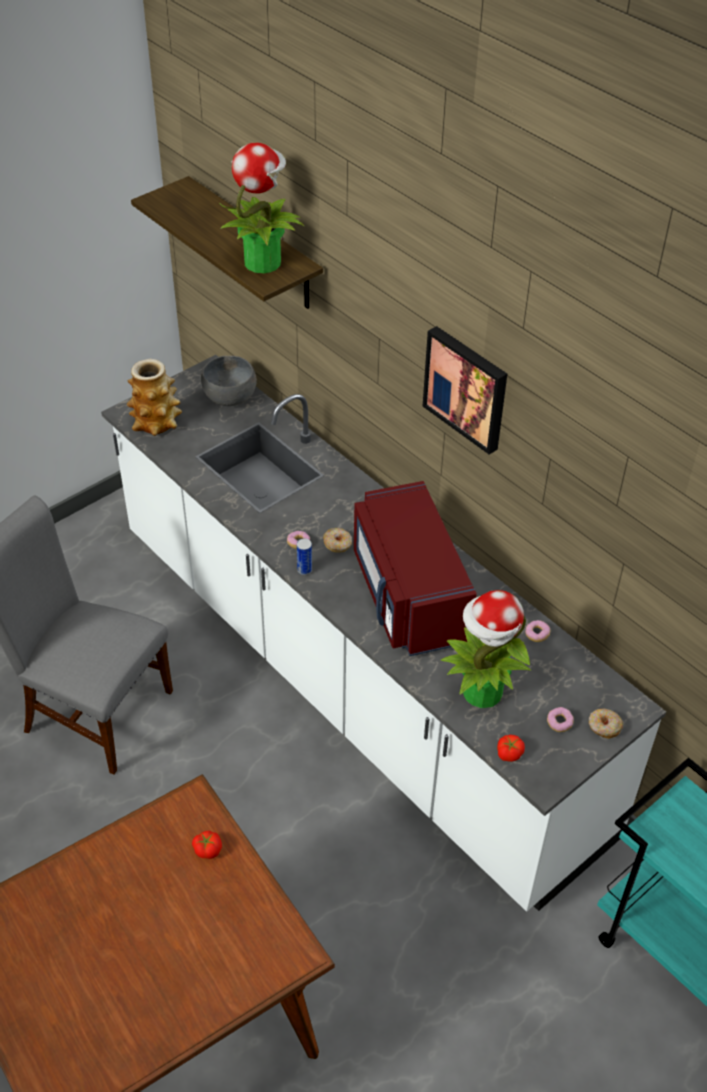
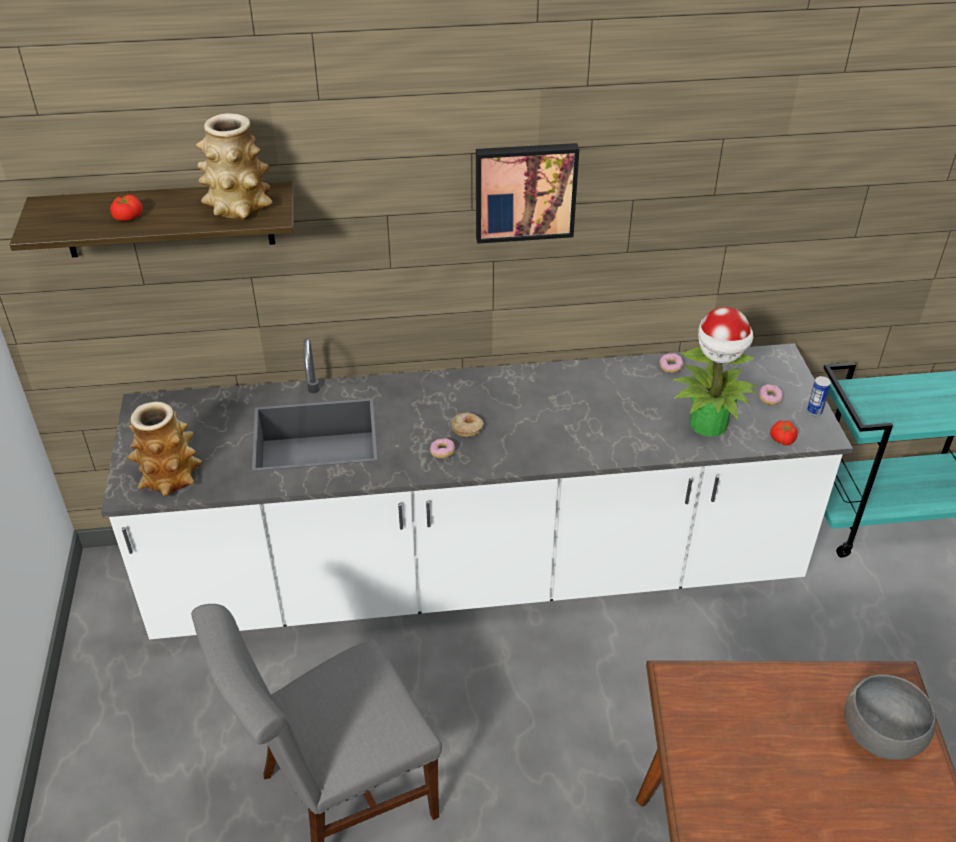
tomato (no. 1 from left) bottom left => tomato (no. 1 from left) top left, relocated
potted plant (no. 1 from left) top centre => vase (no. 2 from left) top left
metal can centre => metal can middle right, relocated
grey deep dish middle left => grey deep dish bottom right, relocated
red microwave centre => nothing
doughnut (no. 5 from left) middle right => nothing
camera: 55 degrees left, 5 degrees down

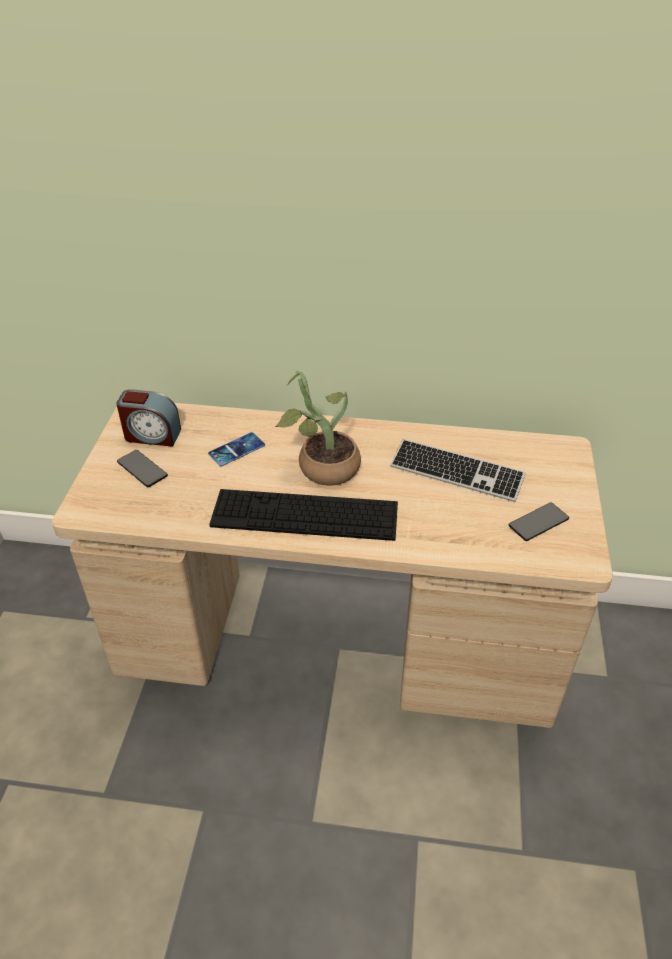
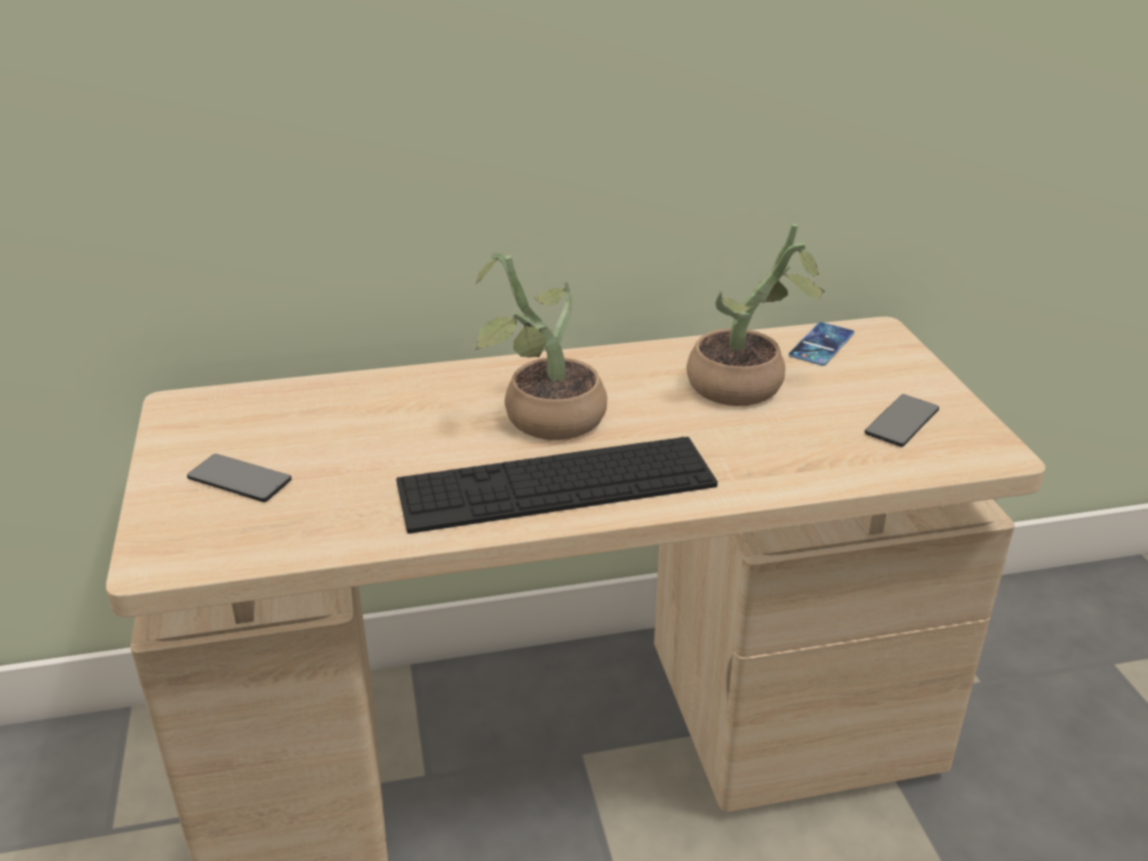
computer keyboard (no. 2 from left) middle right => potted plant (no. 2 from left) centre
phone (no. 2 from left) centre => phone (no. 2 from left) middle right, relocated
table clock middle left => nothing
camera: 20 degrees left, 10 degrees down

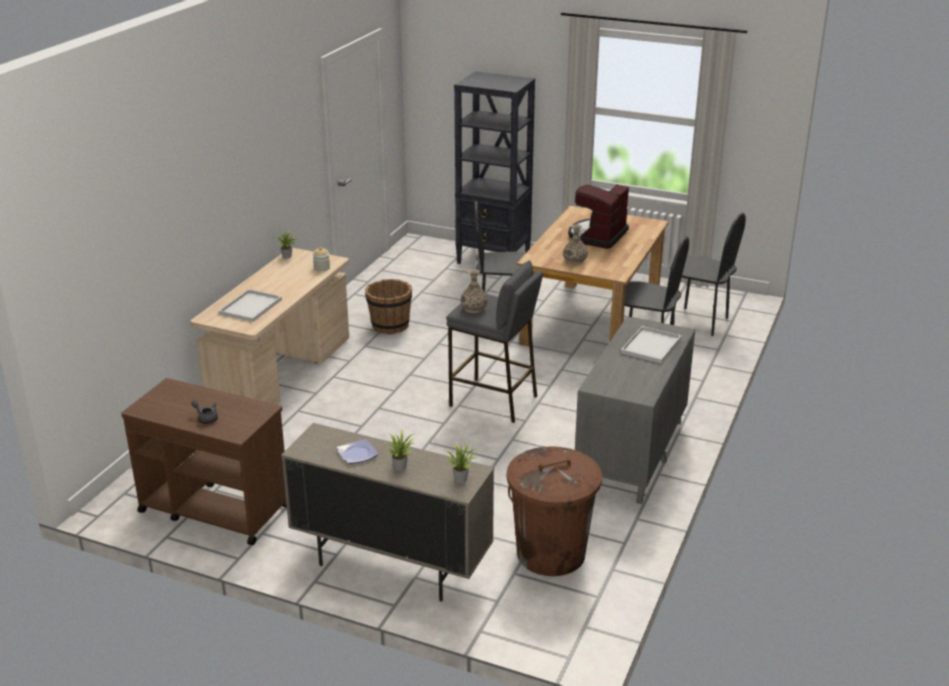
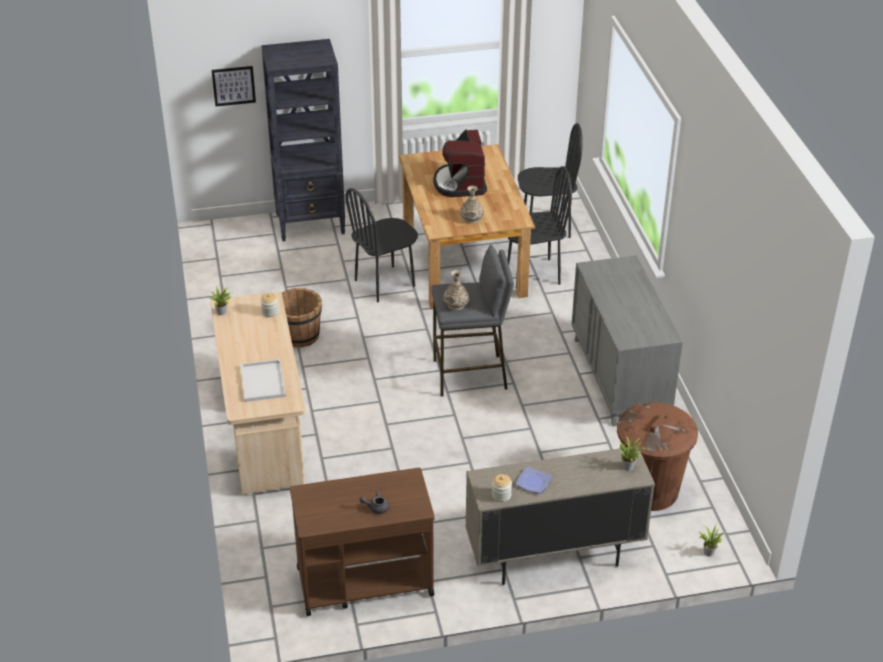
nothing => picture top left
nothing => jar (no. 2 from left) bottom centre
potted plant (no. 2 from left in the first image) centre => potted plant (no. 3 from left) bottom right, relocated
white-coloured carrying tray (no. 2 from left) middle right => nothing
camera: 35 degrees left, 10 degrees up

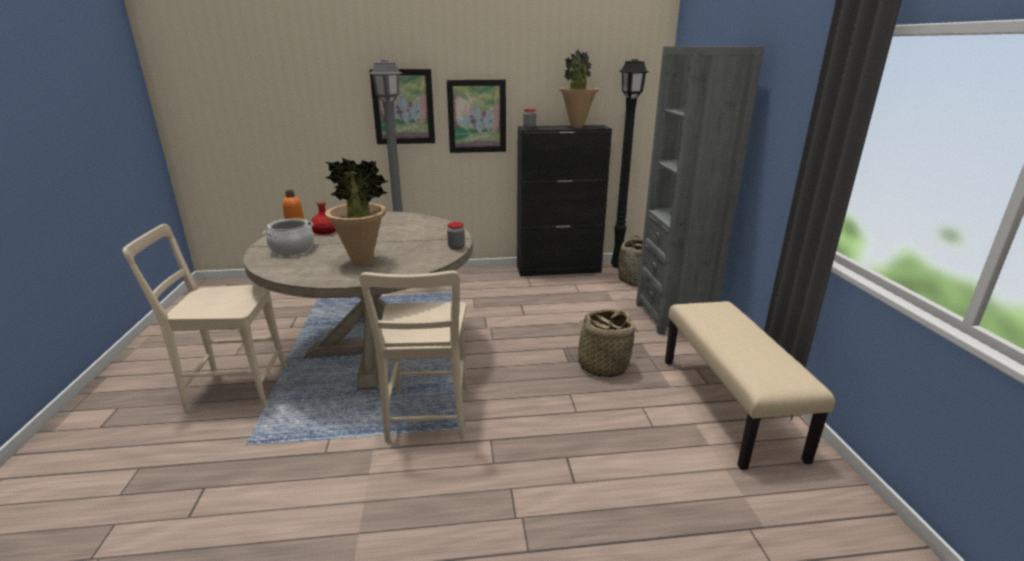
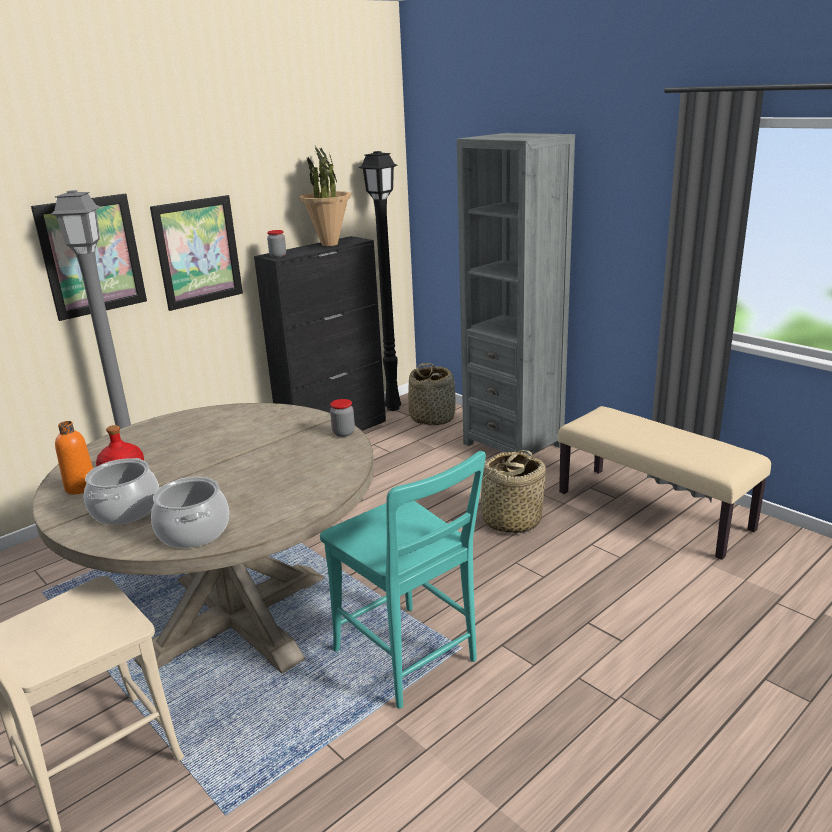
nothing => stockpot (no. 2 from left) middle left
sand-coloured plain chair (no. 2 from left) centre => turquoise-coloured plain chair bottom centre
potted plant (no. 1 from left) centre => nothing
camera: 35 degrees left, 0 degrees up

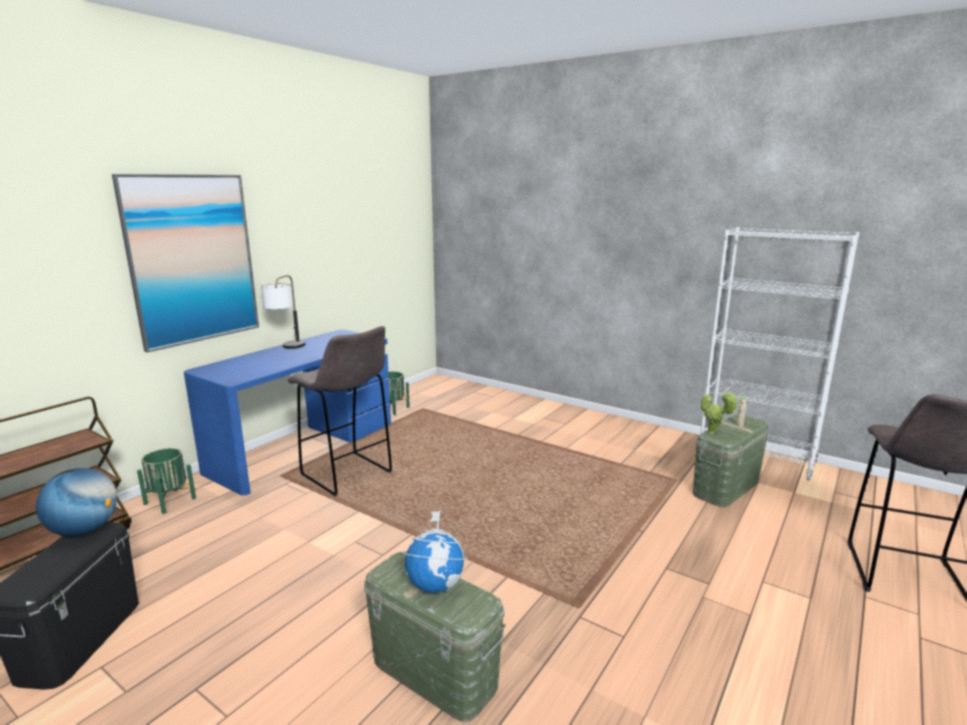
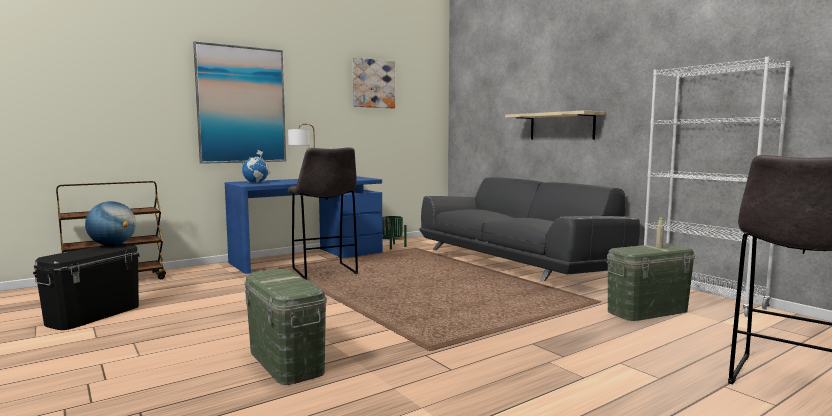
globe (no. 2 from left) bottom centre => globe (no. 2 from left) middle left, relocated
nothing => picture (no. 2 from left) top centre
nothing => grey sofa centre
nothing => sand-coloured bracket shelf top right
green plant pot (no. 1 from left) middle left => nothing
potted plant middle right => nothing
camera: 20 degrees right, 10 degrees down

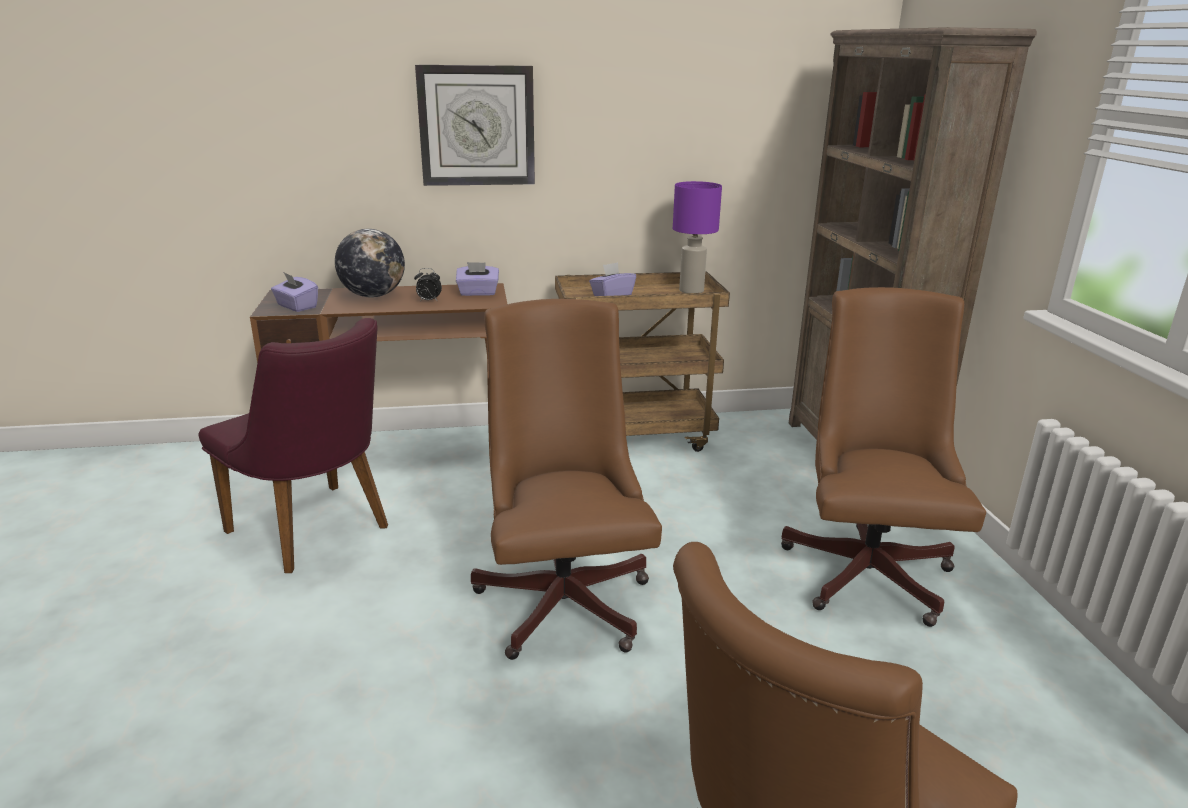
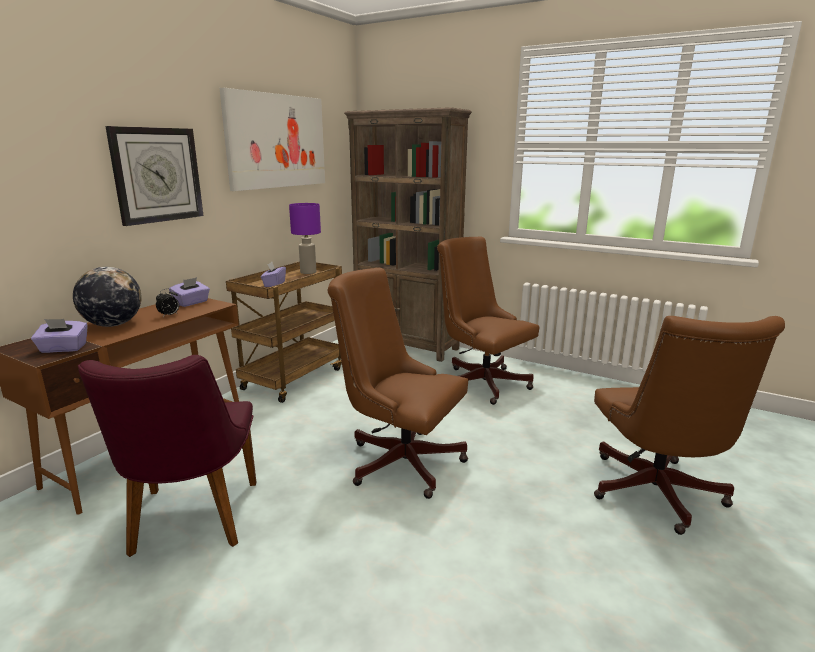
purple-coloured plain chair middle left => purple-coloured plain chair bottom left, 90 degrees clockwise
nothing => picture top centre
camera: 50 degrees left, 5 degrees down

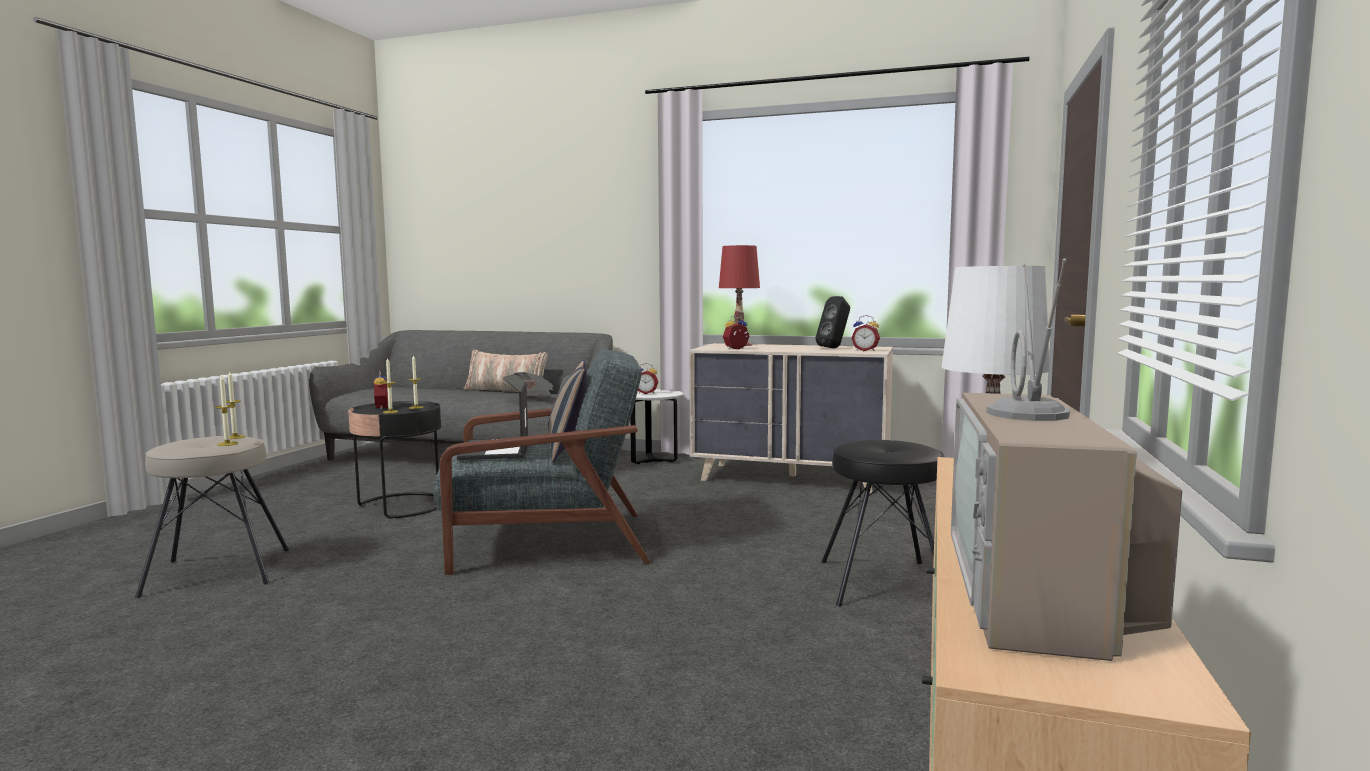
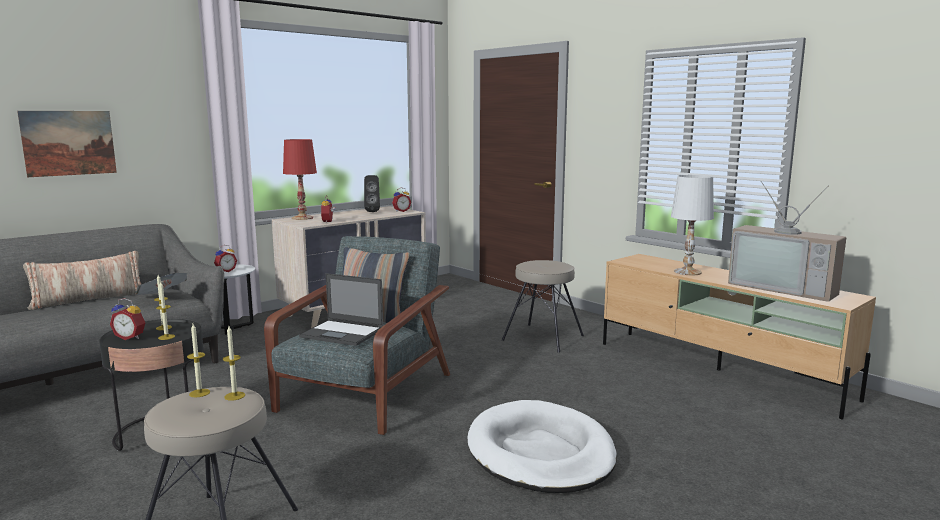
nothing => picture top left
nothing => white-coloured dog cushion bottom centre
black-coloured stool seat bottom centre => sand-coloured stool seat (no. 2 from left) centre
camera: 60 degrees left, 5 degrees up

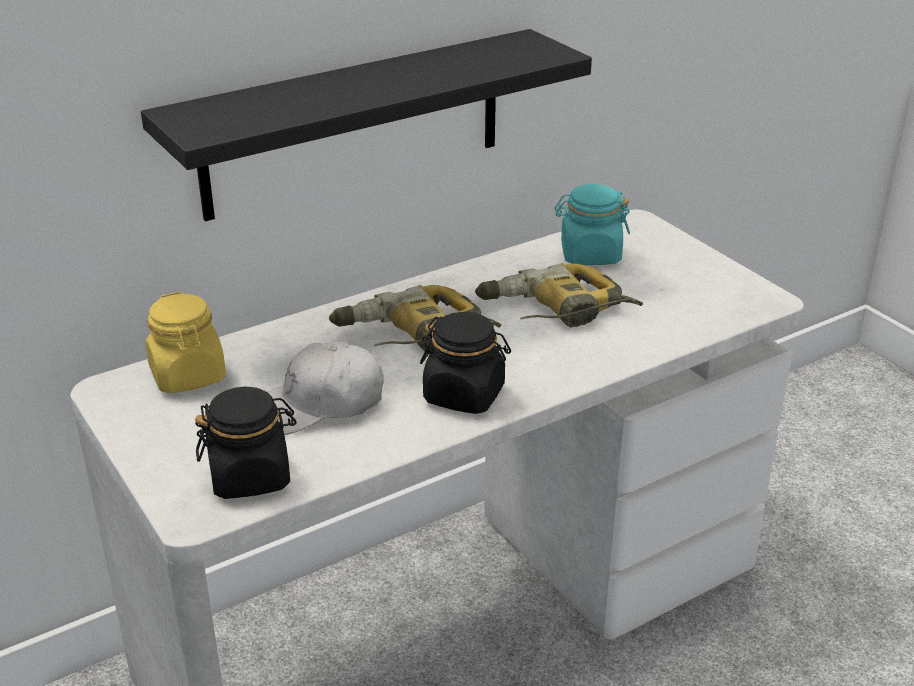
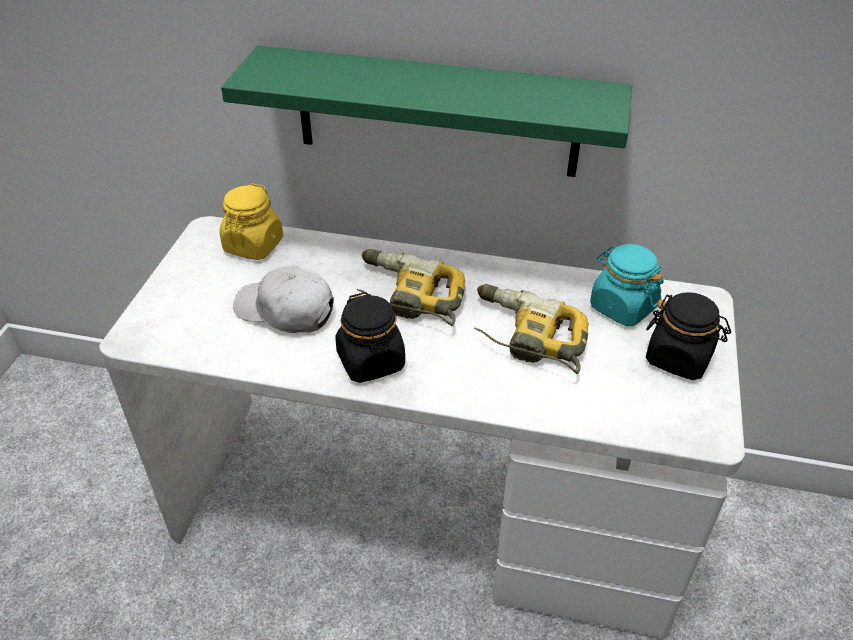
black-coloured bracket shelf top centre => green bracket shelf top centre
black-coloured jar (no. 1 from left in the first image) middle left => black-coloured jar (no. 2 from left) middle right, relocated
camera: 45 degrees right, 10 degrees up

